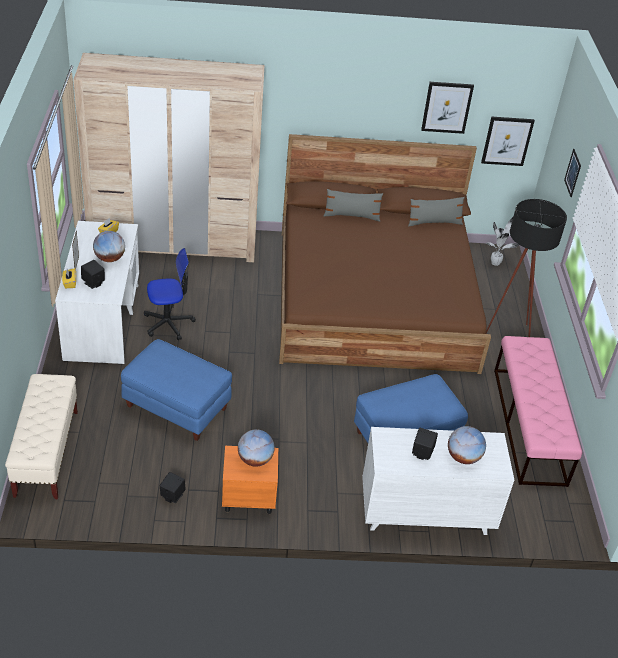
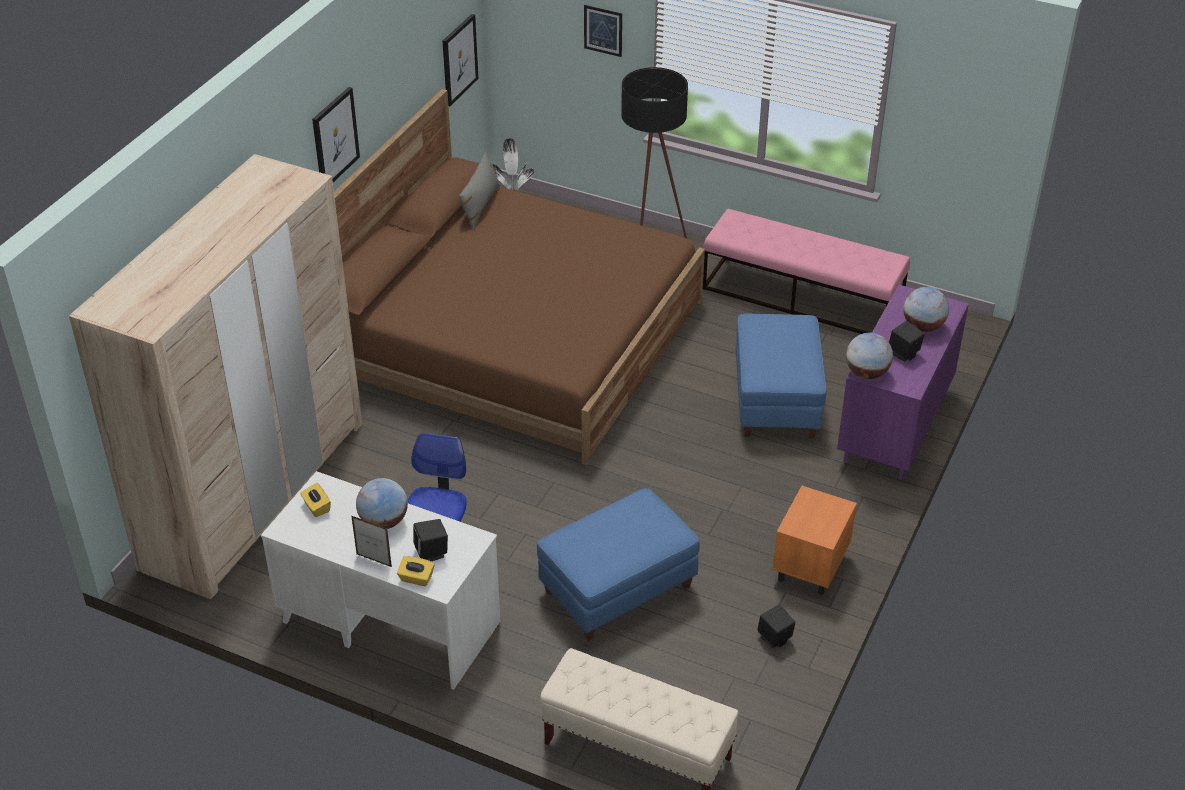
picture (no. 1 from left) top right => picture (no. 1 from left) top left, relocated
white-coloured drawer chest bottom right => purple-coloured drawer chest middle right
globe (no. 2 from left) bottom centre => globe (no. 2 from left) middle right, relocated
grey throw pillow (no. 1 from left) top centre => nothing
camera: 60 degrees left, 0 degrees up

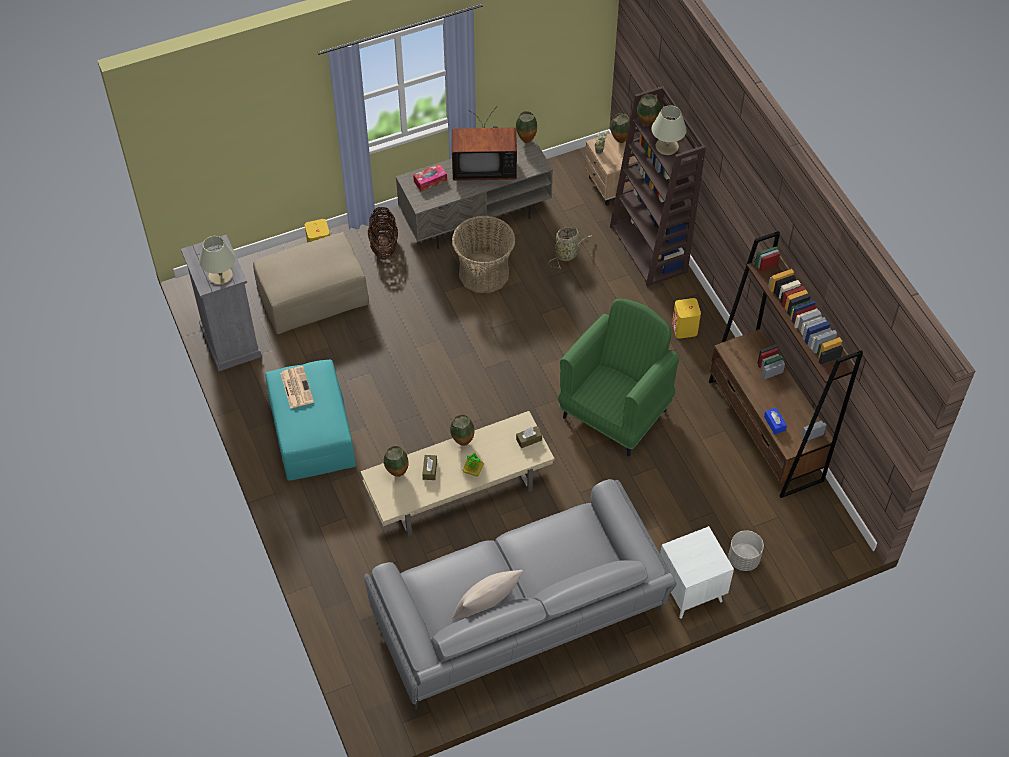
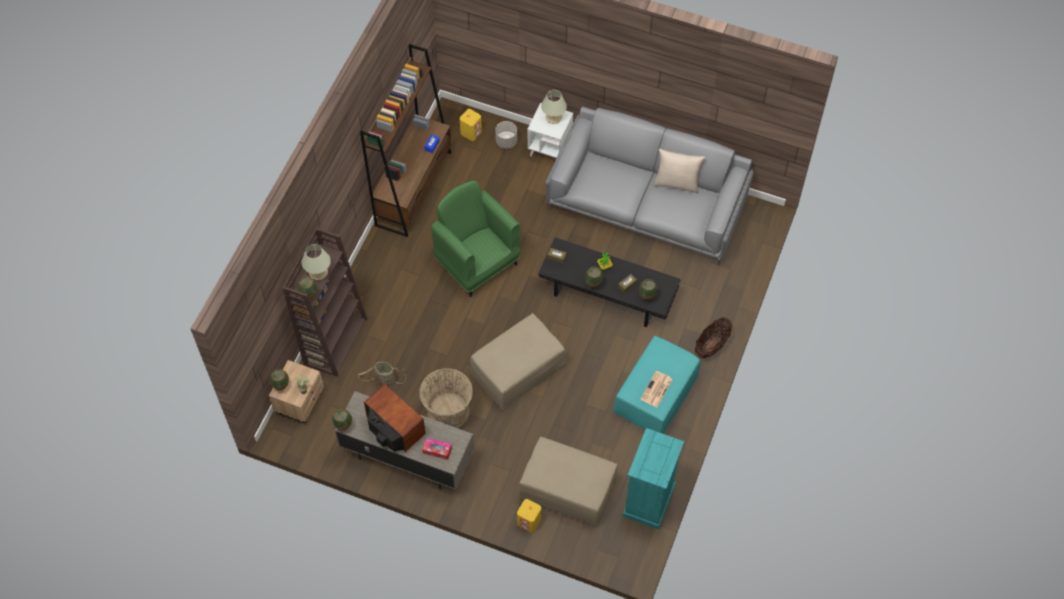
green lounge chair centre, 60 degrees clockwise
yellowish audio speaker (no. 2 from left in the first image) middle right => yellowish audio speaker (no. 1 from left) top centre, relocated
nothing => sand-coloured ottoman (no. 1 from left) centre
sand-coloured lounge table centre => black-coloured lounge table centre
sand-coloured lamp for a table (no. 1 from left in the first image) middle left => sand-coloured lamp for a table (no. 2 from left) top centre, relocated
grey drawer chest middle left => turquoise-coloured drawer chest bottom centre
basket (no. 1 from left in the first image) top centre => basket (no. 3 from left) middle right, relocated
camera: 135 degrees left, 5 degrees up

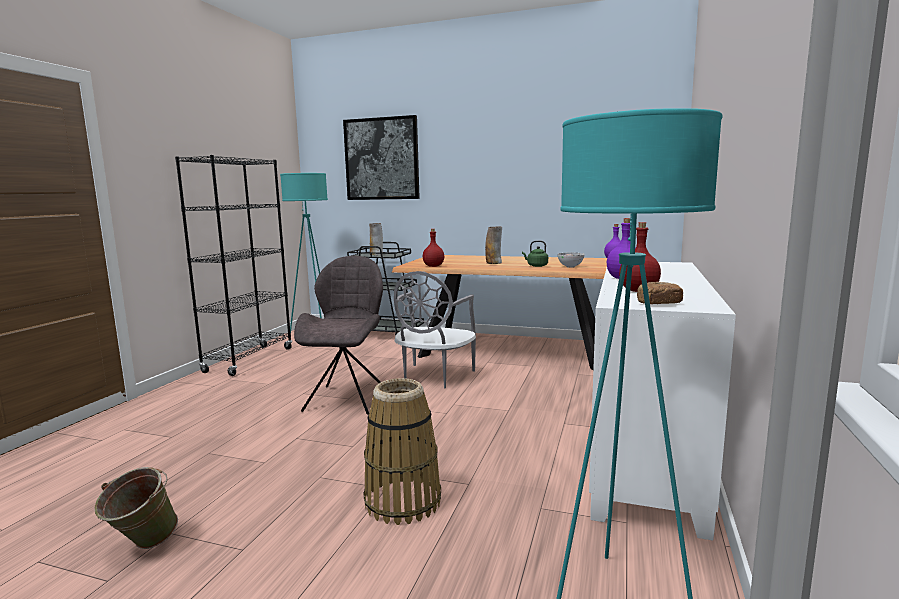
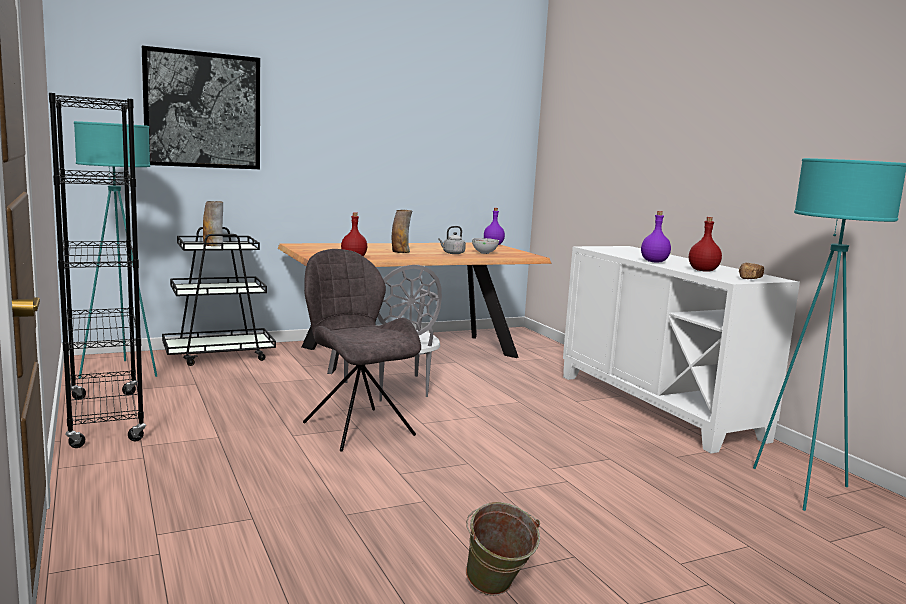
green tea kettle centre => grey tea kettle centre
basket bottom centre => nothing
camera: 45 degrees left, 0 degrees up

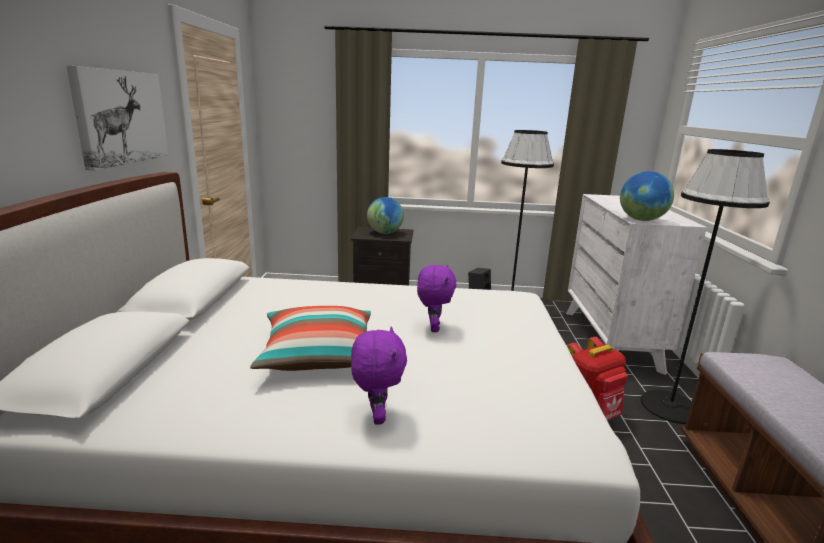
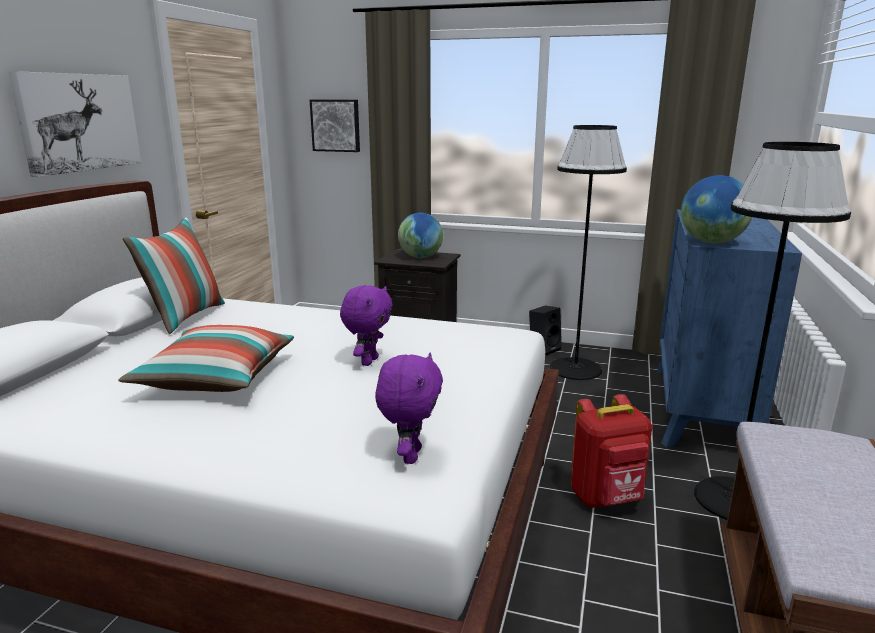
nothing => throw pillow (no. 1 from left) middle left
nothing => picture (no. 2 from left) top centre
purple-coloured soft toy (no. 1 from left in the first image) bottom centre => purple-coloured soft toy (no. 2 from left) centre, relocated
white-coloured drawer chest middle right => blue drawer chest middle right
camera: 15 degrees right, 0 degrees up

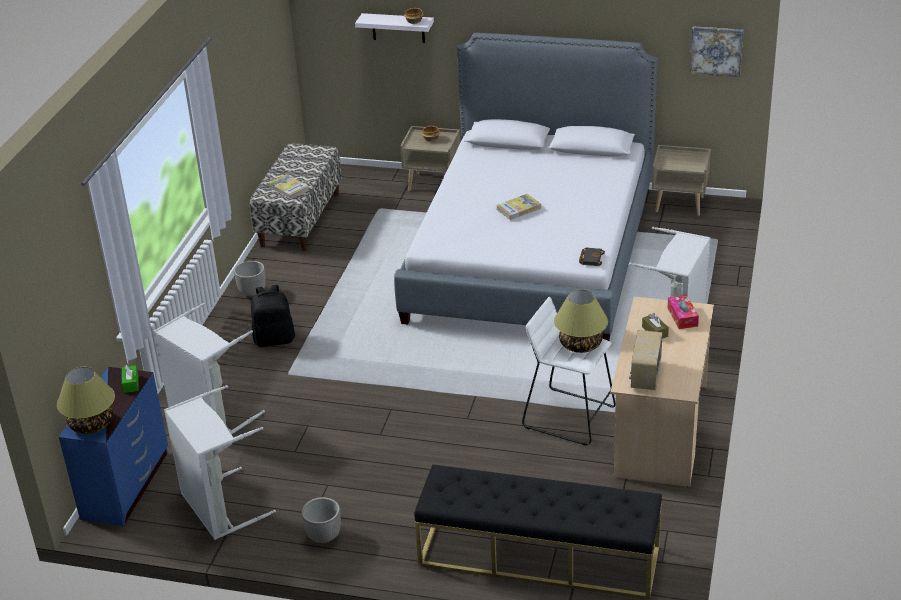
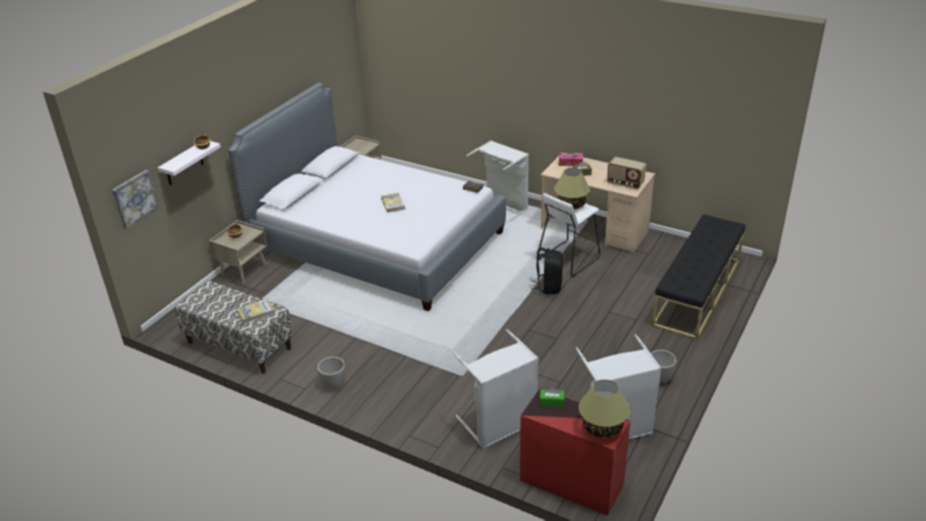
picture top right => picture middle left, relocated
blue drawer chest bottom left => red drawer chest bottom centre
black-coloured rucksack middle left => black-coloured rucksack centre, relocated
camera: 75 degrees left, 0 degrees up

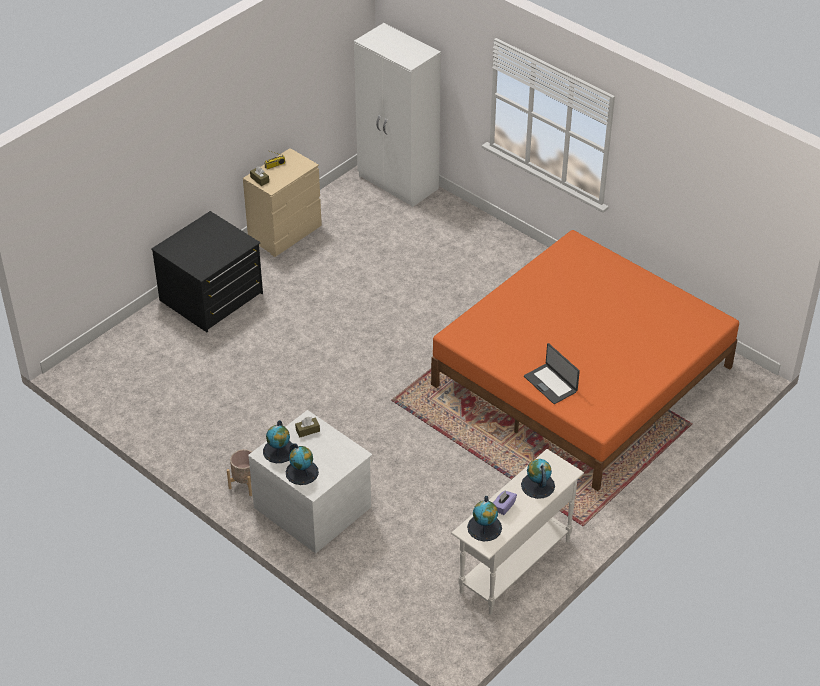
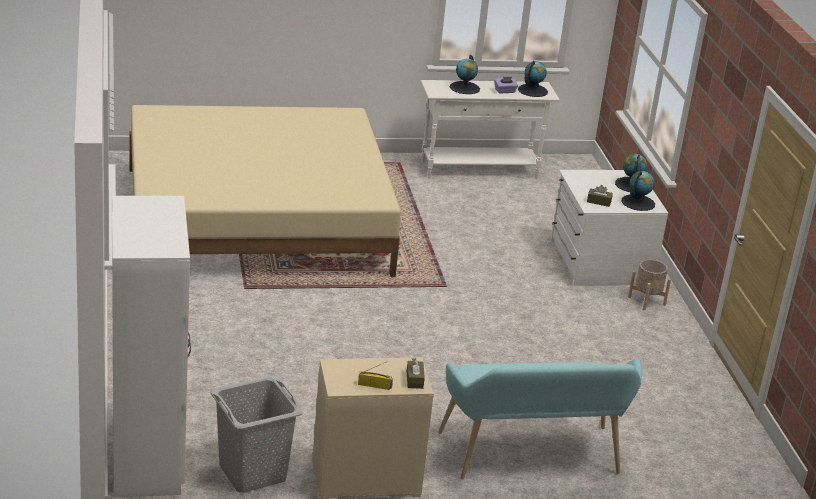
orange bedroom bed middle right => sand-coloured bedroom bed middle left
nothing => grey laundry basket bottom left
black-coloured drawer chest middle left => turquoise-coloured indoor bench bottom centre
laptop middle right => nothing
camera: 145 degrees left, 15 degrees down

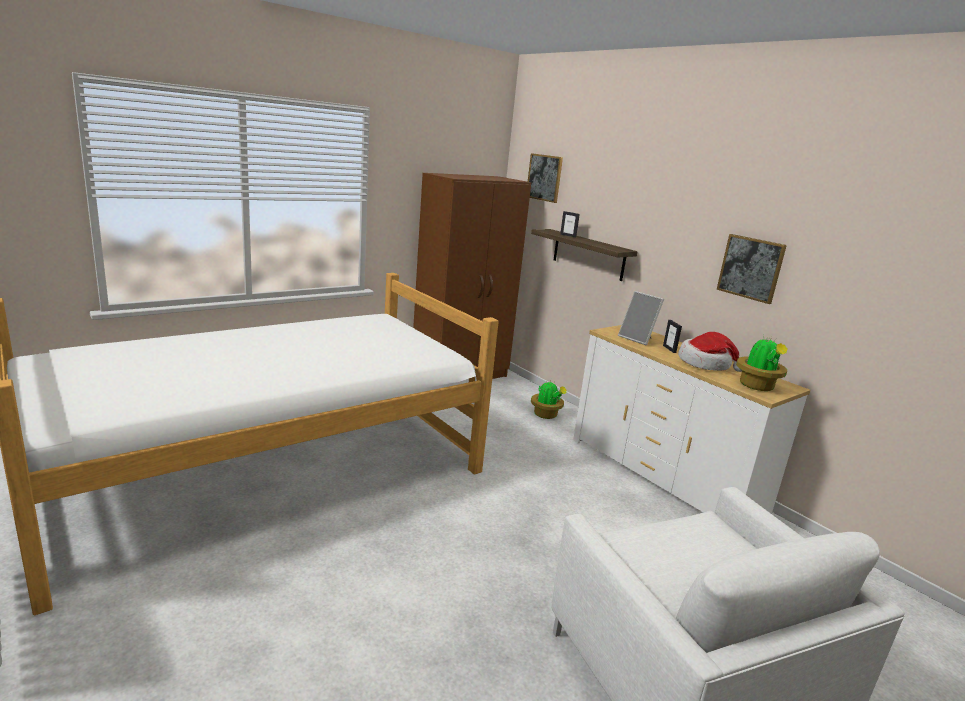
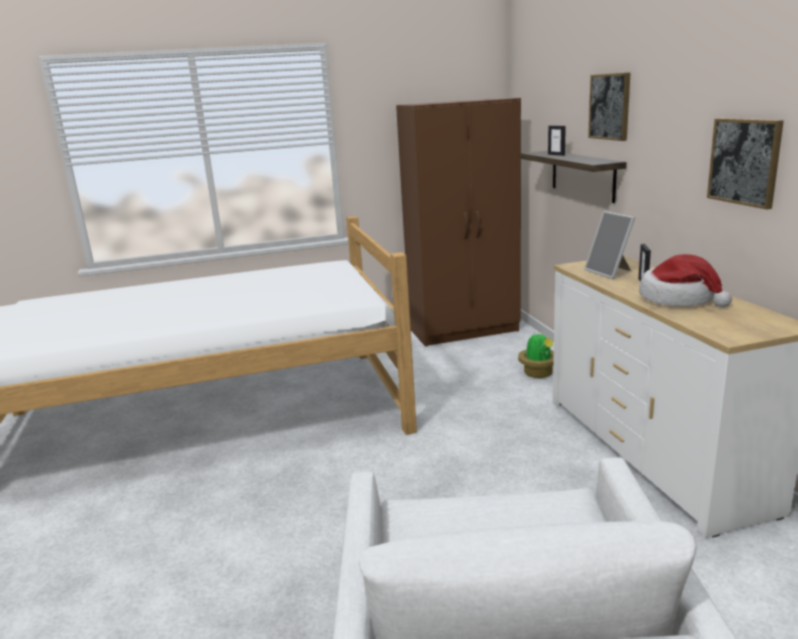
picture (no. 1 from left) top centre => picture (no. 1 from left) top right, relocated
potted plant (no. 2 from left) middle right => nothing
camera: 25 degrees right, 0 degrees up

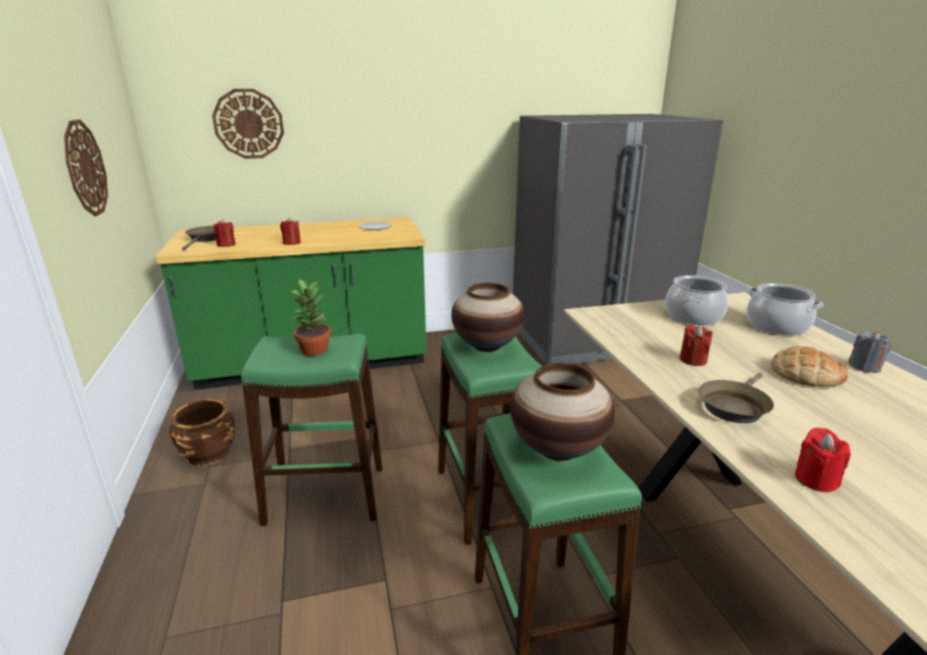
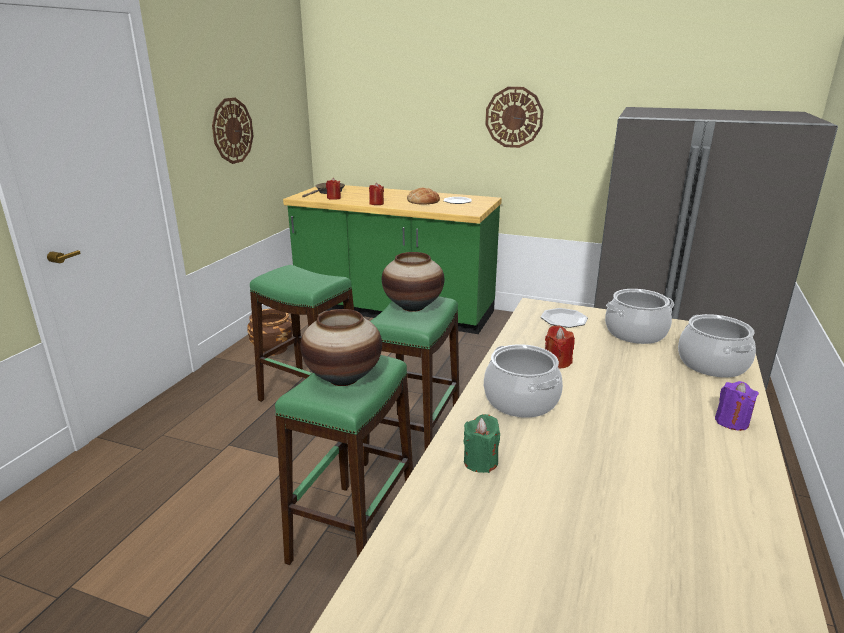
bread middle right => bread top centre, relocated
red candle (no. 4 from left) bottom right => green candle bottom centre
brownish pan (no. 2 from left) middle right => stockpot (no. 1 from left) centre
wall clock (no. 2 from left) top left => wall clock (no. 2 from left) top centre, relocated
nothing => plate (no. 2 from left) middle right
grey candle middle right => purple-coloured candle middle right
potted plant centre => nothing
camera: 35 degrees right, 0 degrees up

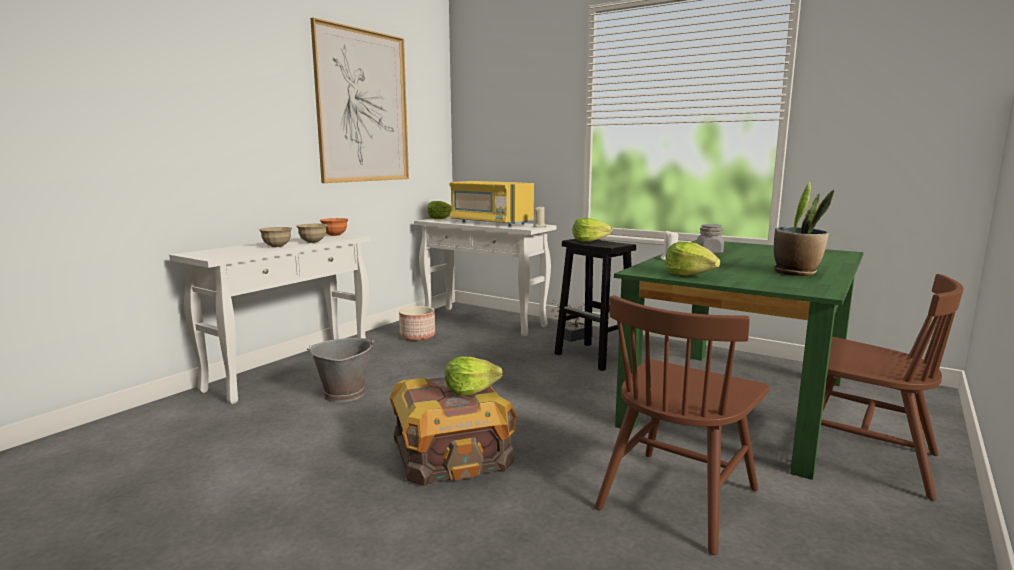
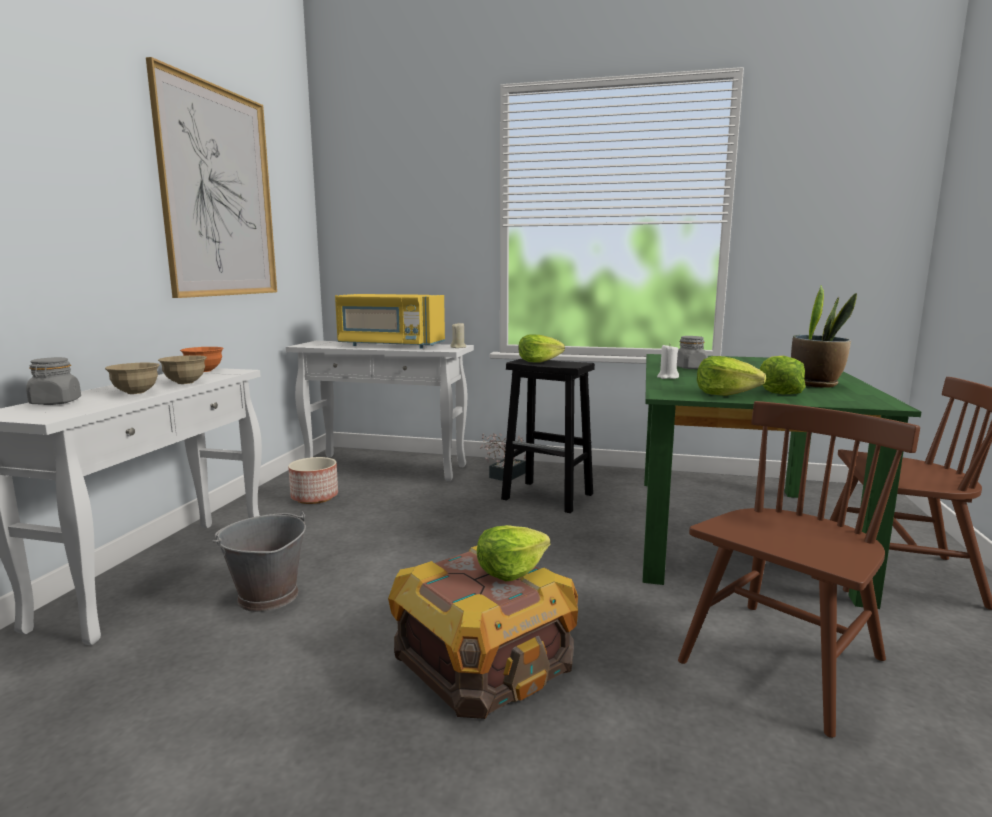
nothing => grey jar (no. 1 from left) middle left
brownish plain chair (no. 1 from left) bottom right, 150 degrees counterclockwise
head of lettuce (no. 1 from left in the first image) centre => head of lettuce (no. 4 from left) middle right, relocated
camera: 20 degrees left, 0 degrees up

